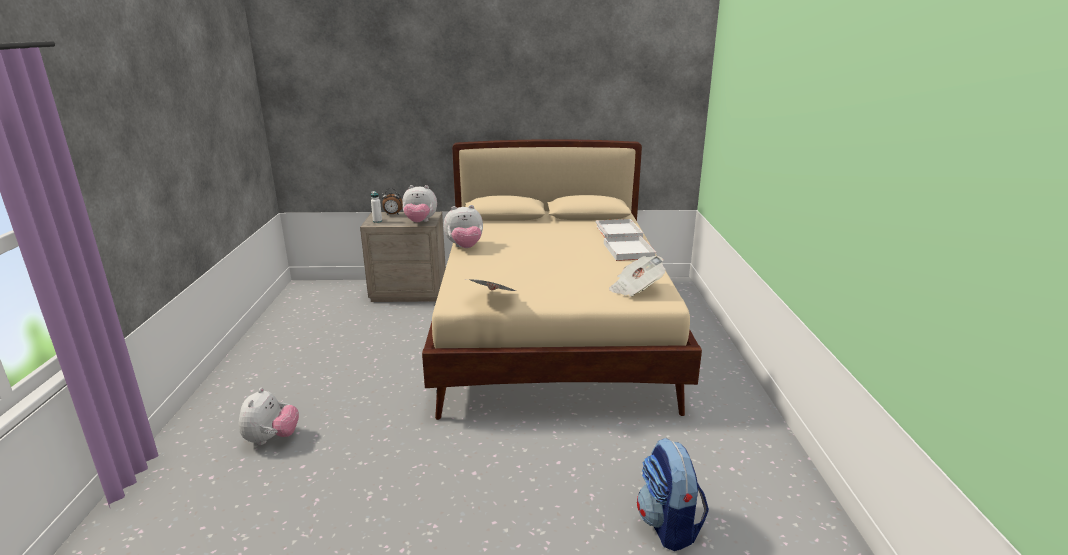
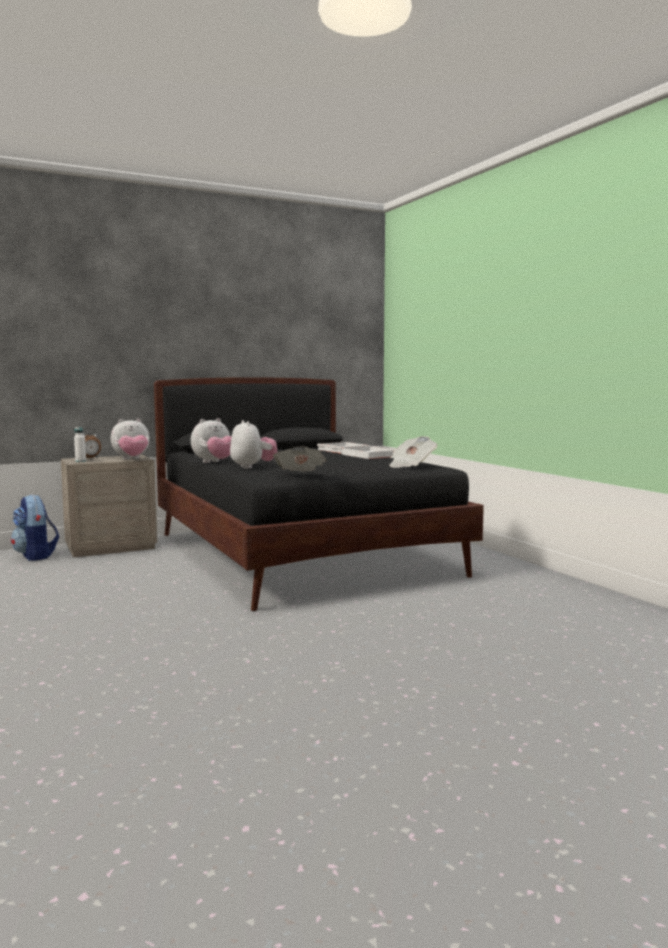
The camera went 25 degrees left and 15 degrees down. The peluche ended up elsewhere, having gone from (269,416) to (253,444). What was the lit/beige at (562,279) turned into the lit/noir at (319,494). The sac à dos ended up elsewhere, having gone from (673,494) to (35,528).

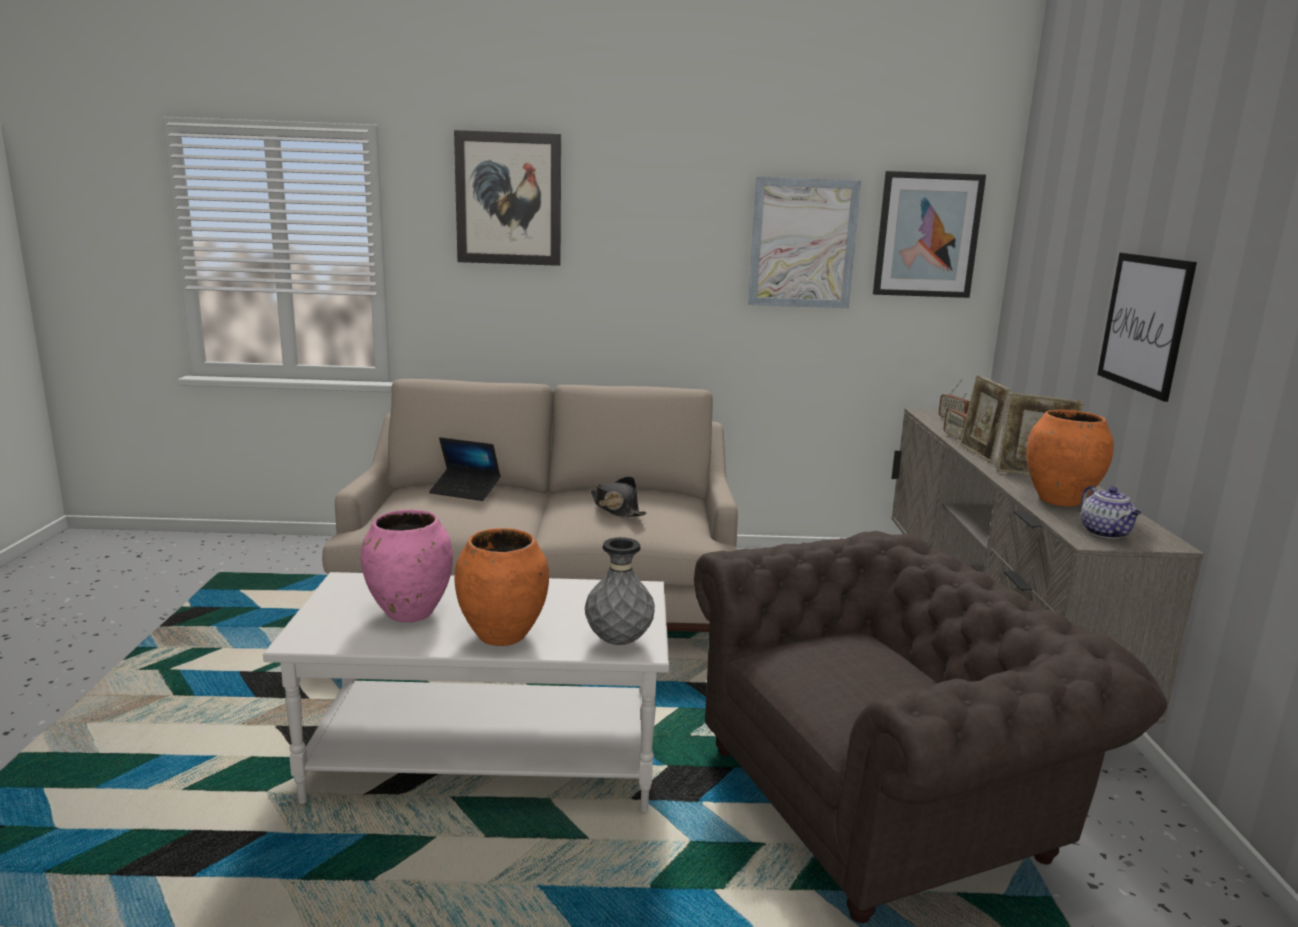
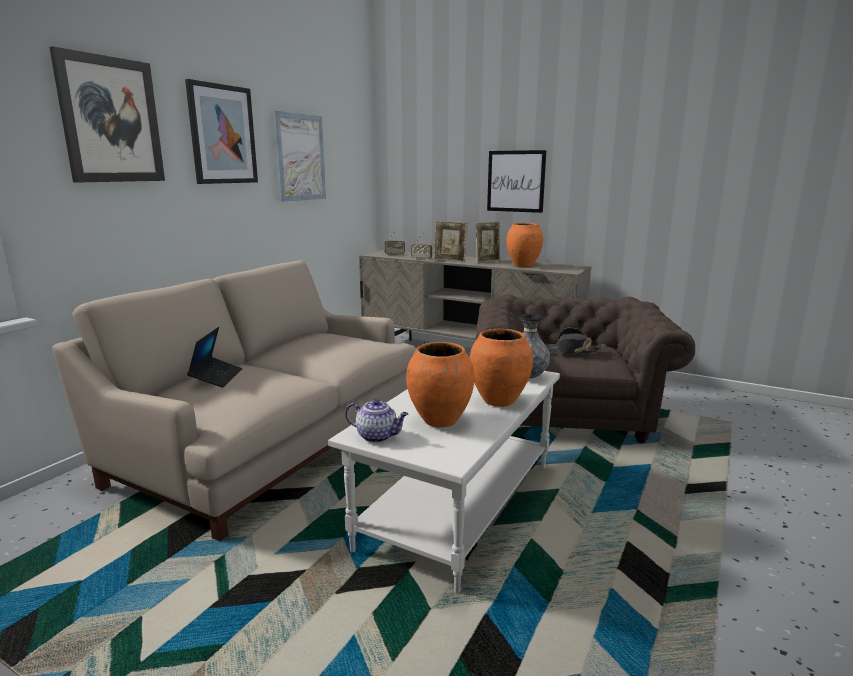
The camera went 60 degrees left and 0 degrees up. What was the vase/rose at (407,565) turned into the vase/orange at (440,385). The ordinateur portable at (465,469) ended up facing another way, 45 degrees counterclockwise from before. The chapeau/noir ended up elsewhere, having gone from (618,497) to (577,341). The tableau ended up elsewhere, having gone from (929,234) to (221,131). The théière ended up elsewhere, having gone from (1111,512) to (376,421).

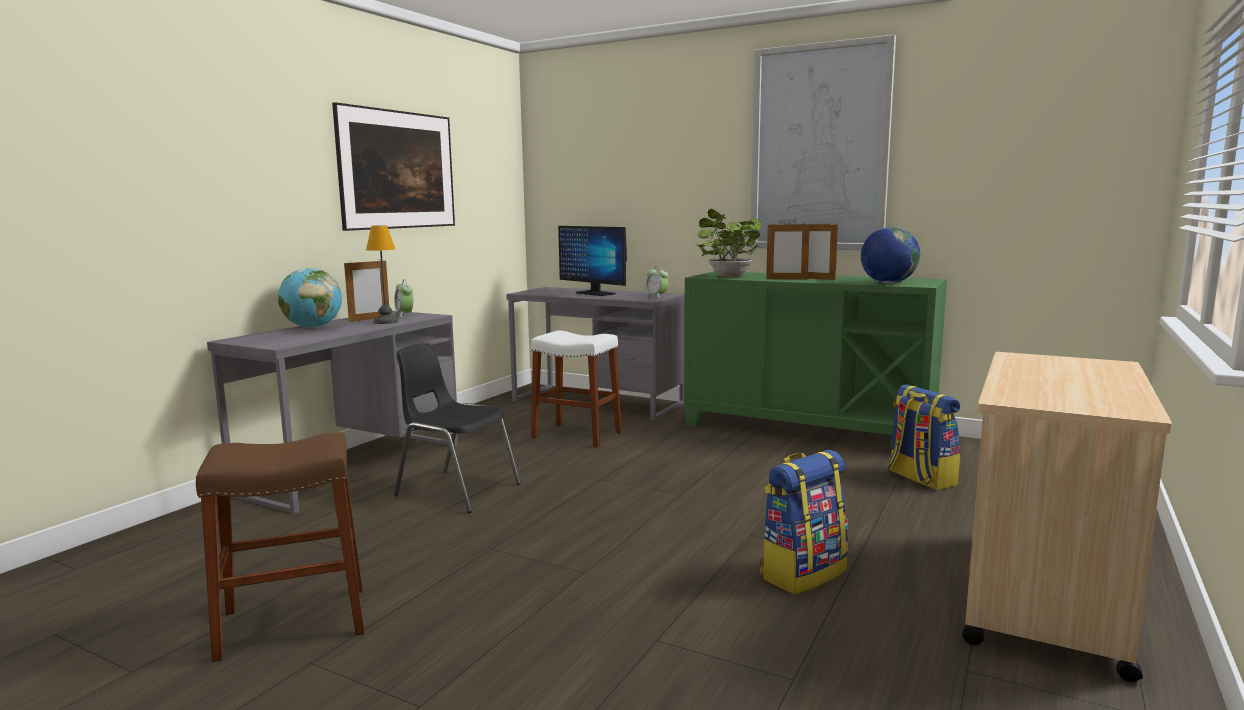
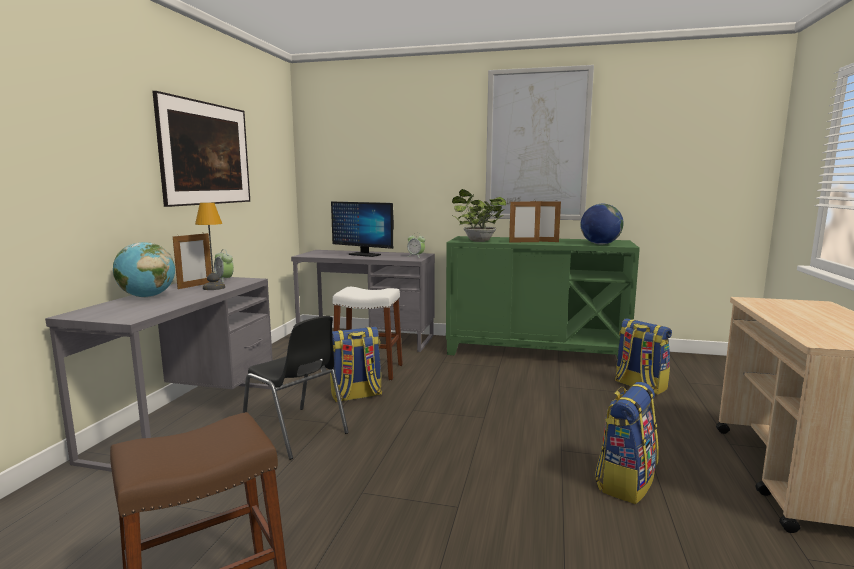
The camera went 15 degrees left and 0 degrees up. The chaise/noir at (457,428) ended up facing another way, 150 degrees counterclockwise from before. The second view gained the sac à dos at (356,364).

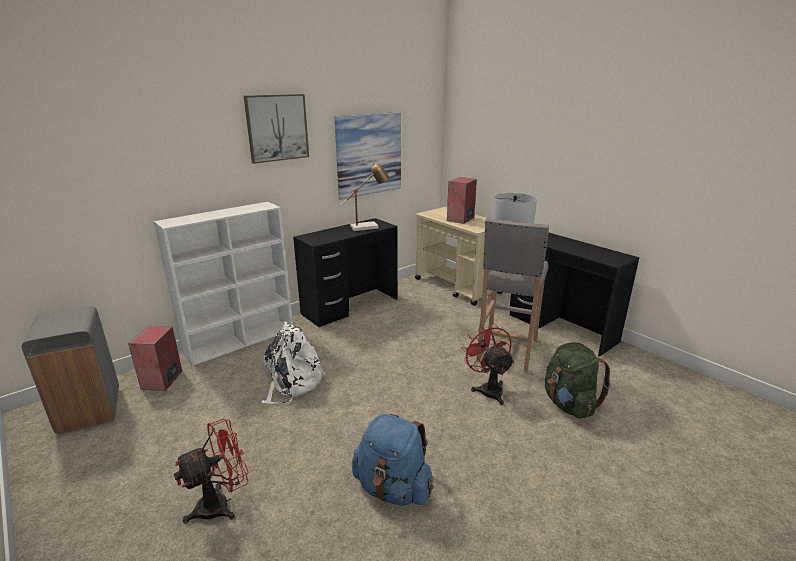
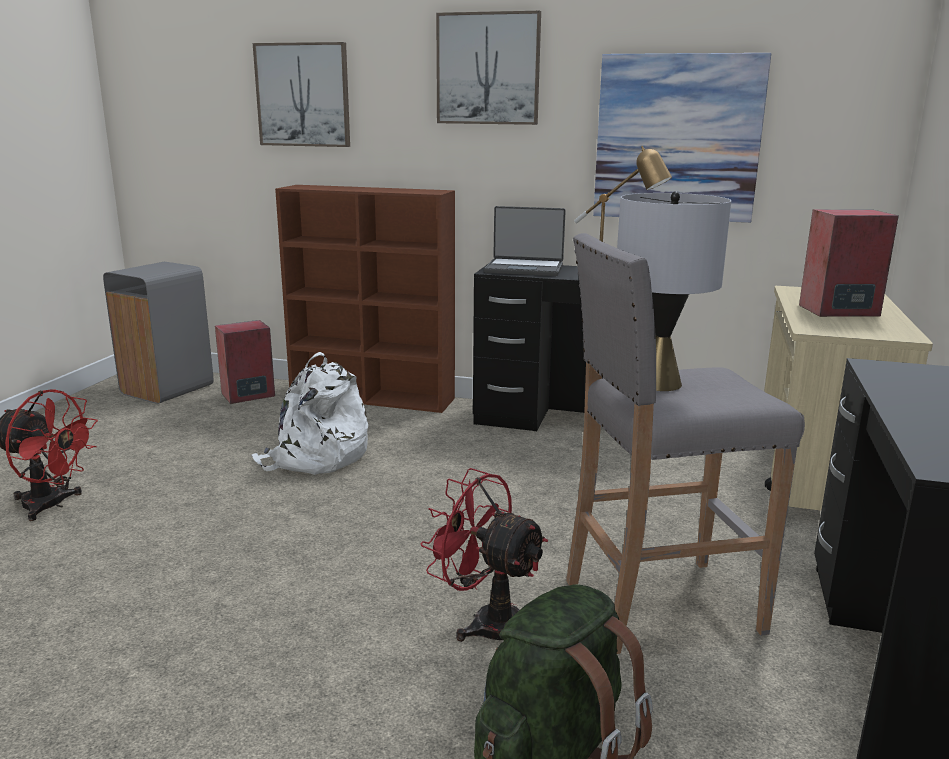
The camera went 55 degrees right and 5 degrees down. What was the bibliothèque/blanc at (223,284) turned into the bibliothèque/marron at (365,299). The second view lost the sac à dos/bleu at (393,460). The ventilateur/rouge at (488,364) ended up facing another way, 90 degrees counterclockwise from before. The second view gained the tableau at (301,94). The second view gained the ordinateur portable at (525,241).

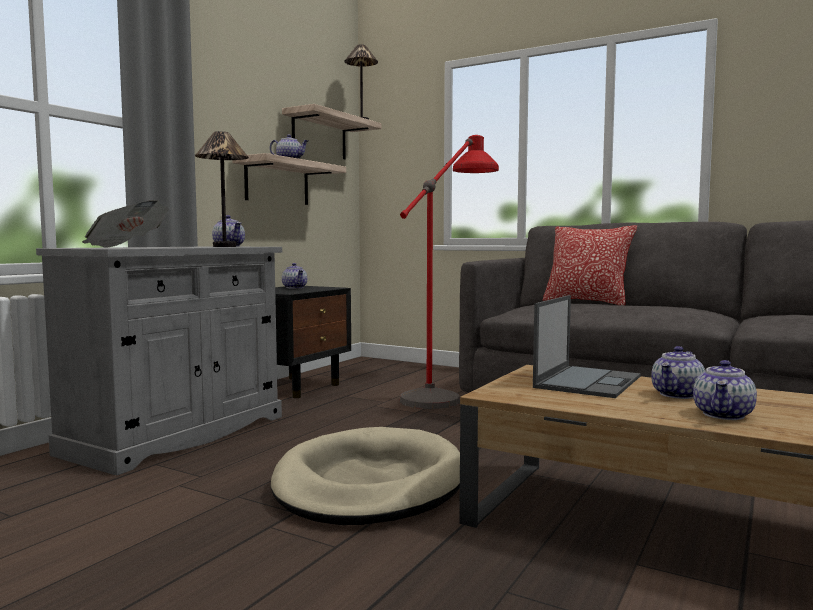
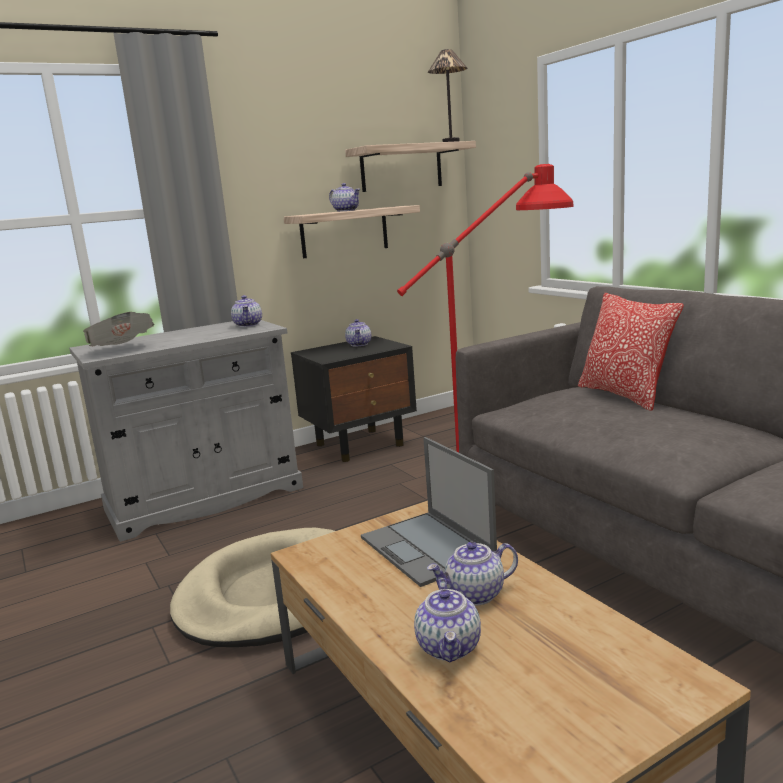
The camera went 30 degrees right and 10 degrees up. The second view lost the lampe de table at (222,189). The ordinateur portable at (587,346) ended up facing another way, 90 degrees clockwise from before. The théière at (725,390) ended up facing another way, 60 degrees counterclockwise from before.

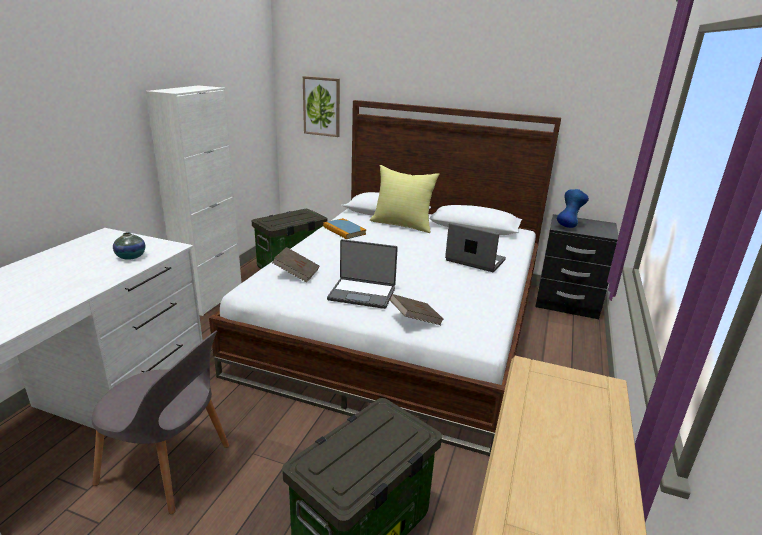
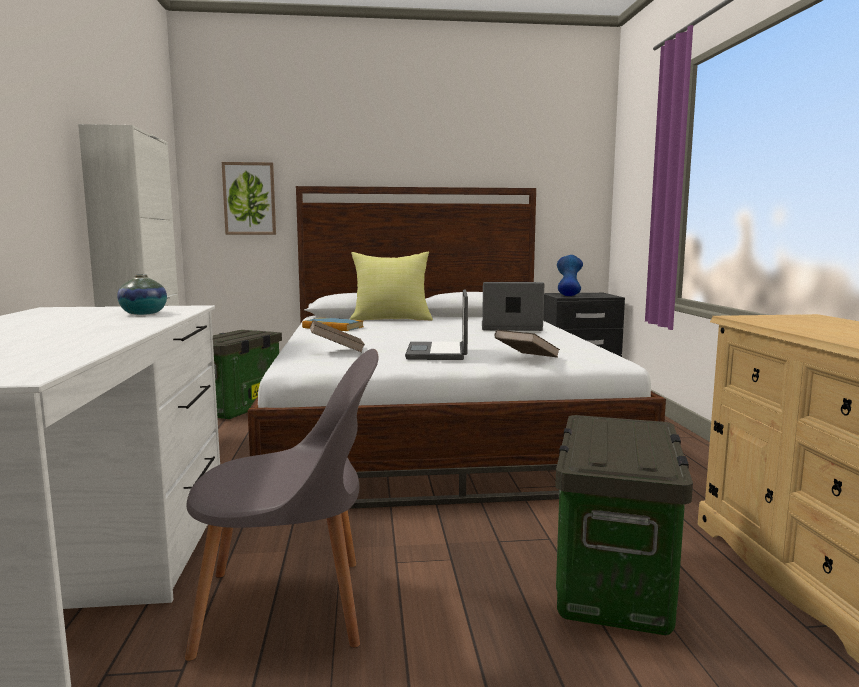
The camera went 25 degrees left and 15 degrees down. The ordinateur portable at (362,274) ended up facing another way, 105 degrees clockwise from before.

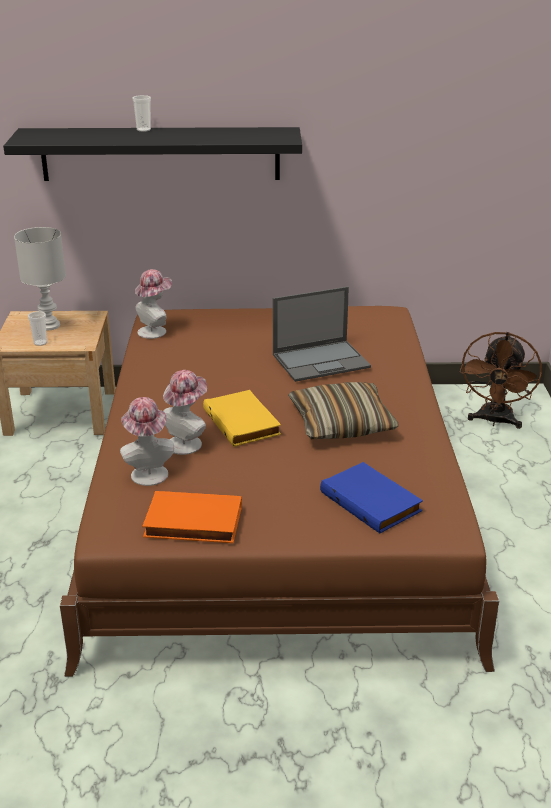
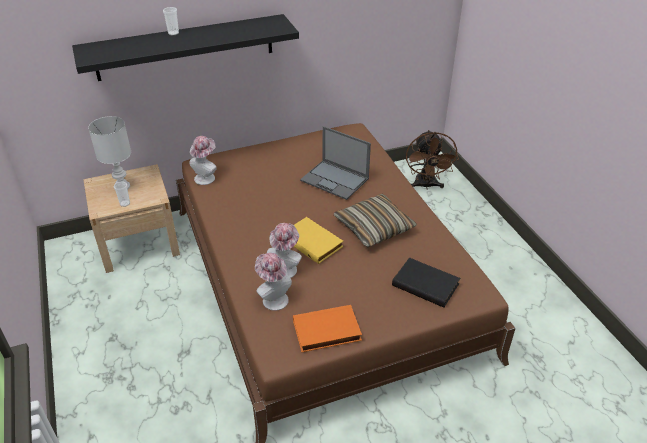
The camera went 20 degrees left and 10 degrees up. The ordinateur portable at (322,334) ended up facing another way, 75 degrees clockwise from before. What was the livre/bleu at (371,497) turned into the livre/noir at (426,282).

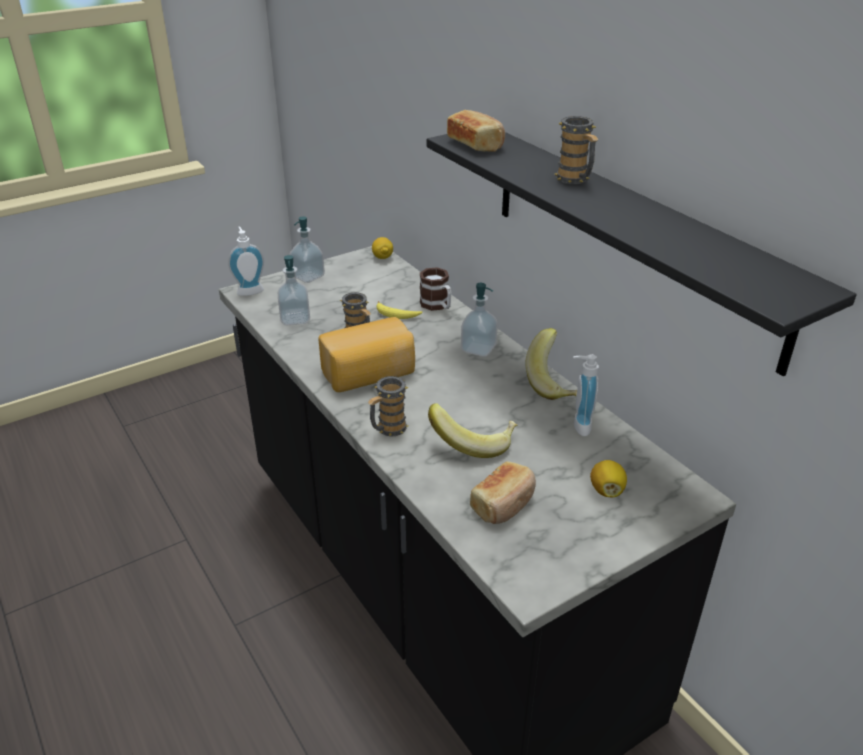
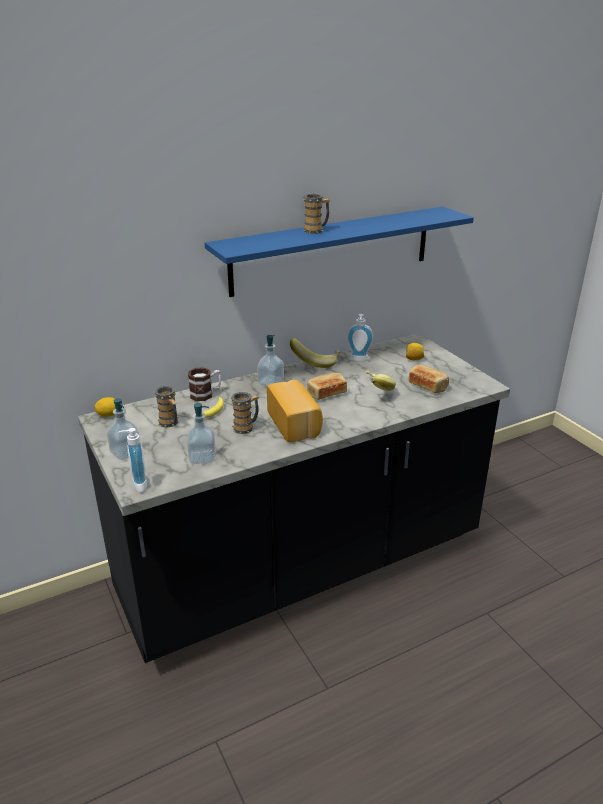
The camera went 85 degrees left and 5 degrees down. The mug ended up elsewhere, having gone from (387,406) to (166,406). What was the étagère/noir at (642,254) turned into the étagère/bleu at (339,251). The pain ended up elsewhere, having gone from (476,131) to (327,386).

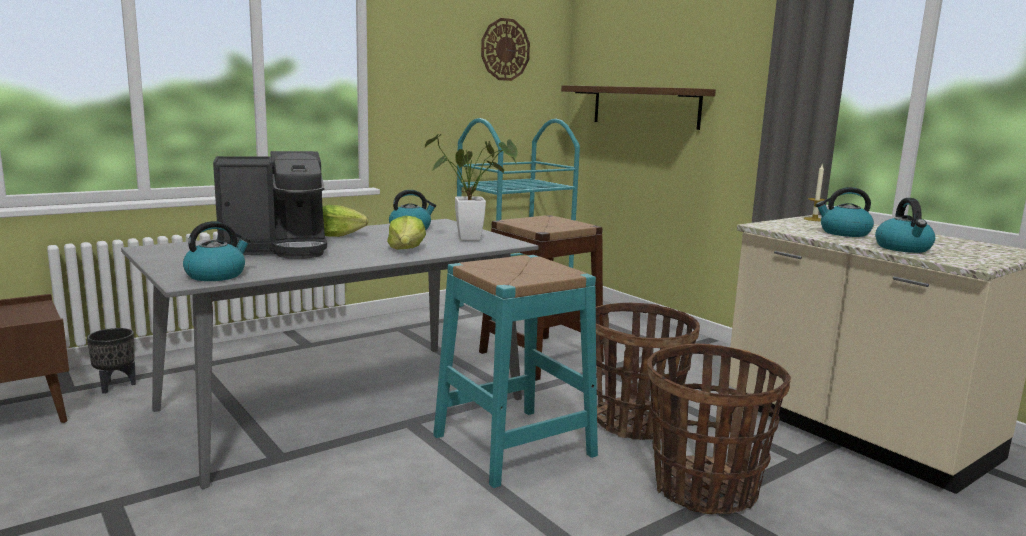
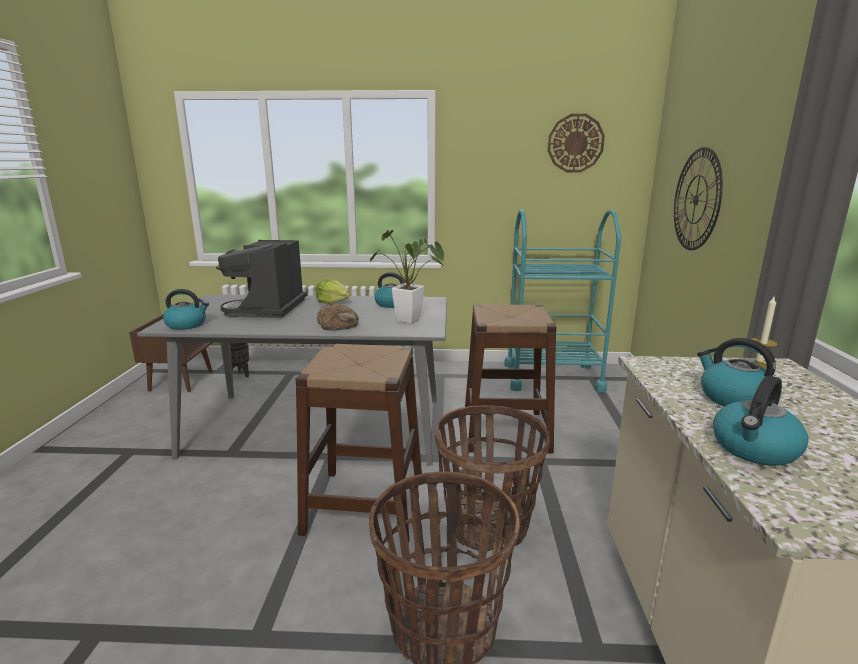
The camera went 40 degrees right and 5 degrees up. The machine à café at (270,205) ended up facing another way, 75 degrees clockwise from before. Where the laitue stood at (406,233), the pain came to stand at (338,316). What was the tabouret/turquoise at (515,371) turned into the tabouret/marron at (358,444). Where the étagère hung at (638,107), the horloge murale came to hang at (698,198).

